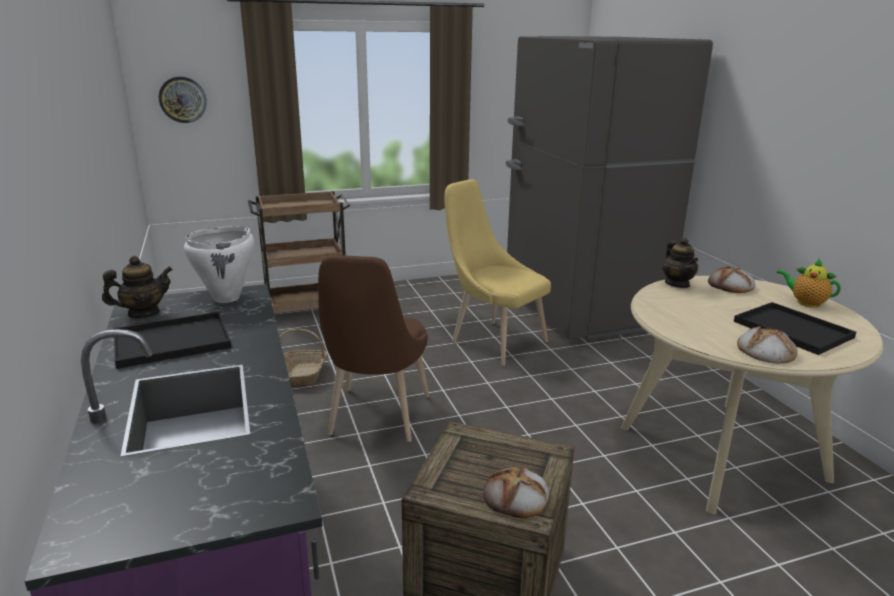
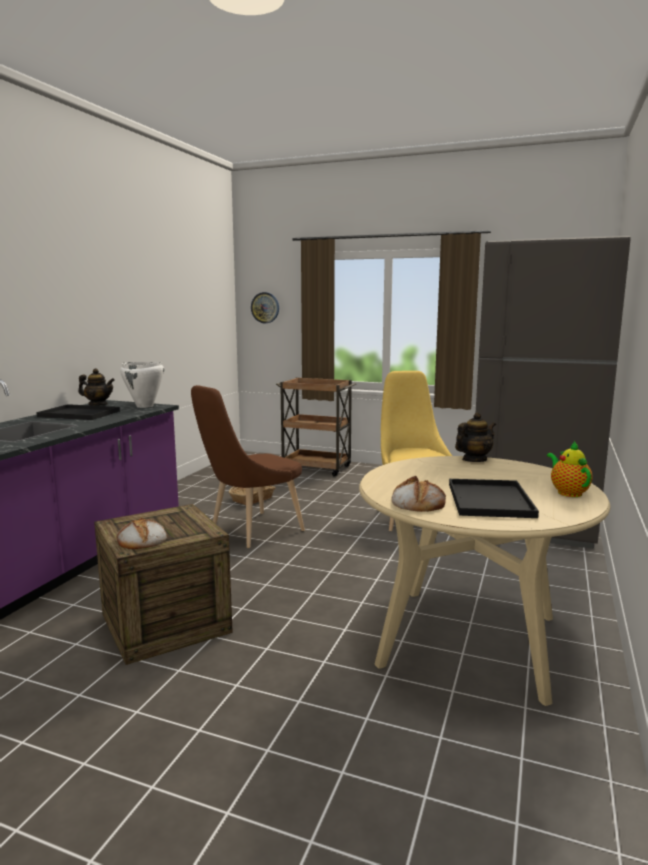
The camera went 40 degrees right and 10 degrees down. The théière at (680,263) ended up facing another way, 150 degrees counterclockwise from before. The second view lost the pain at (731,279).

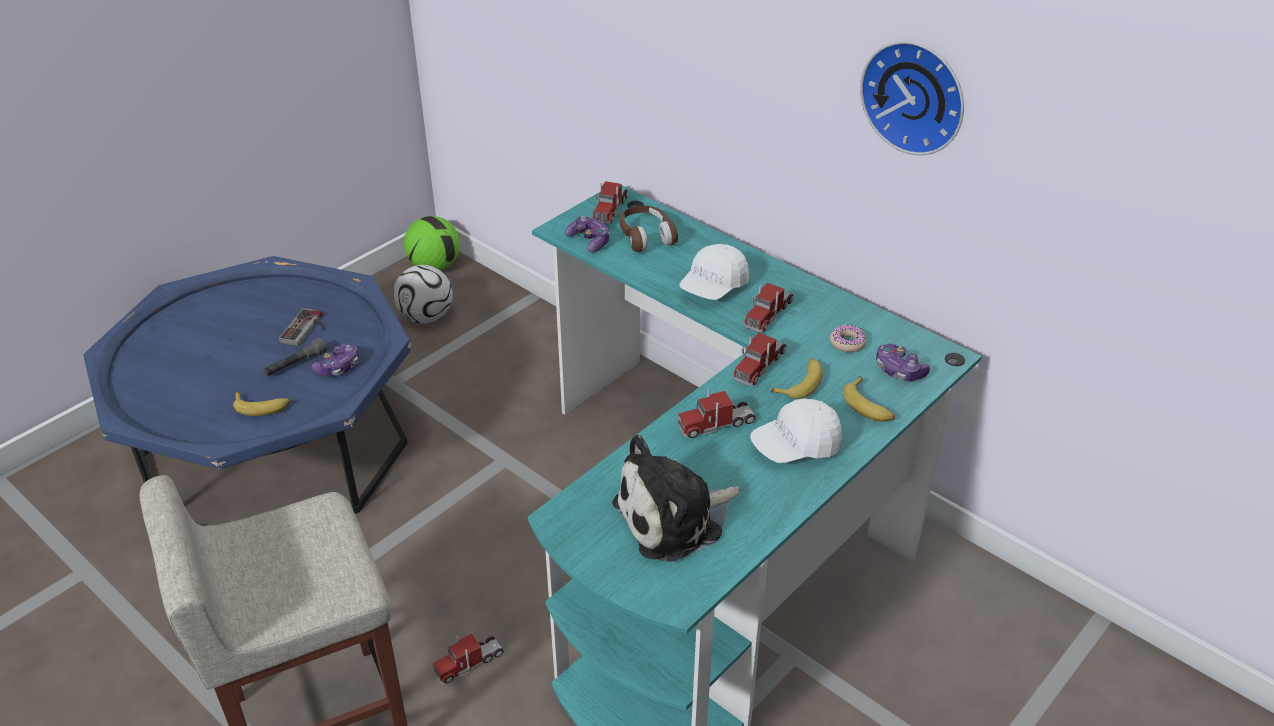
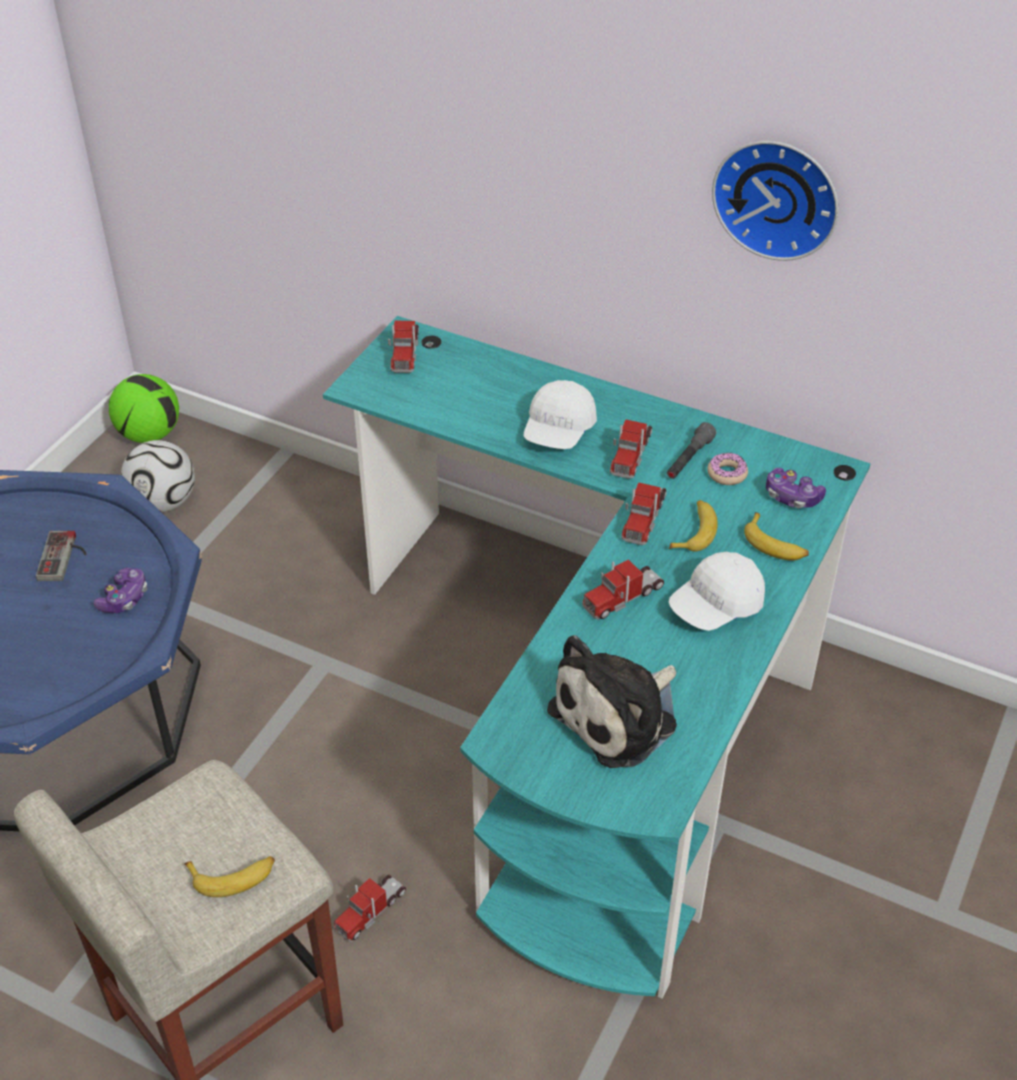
The camera went 15 degrees left and 5 degrees up. The banane ended up elsewhere, having gone from (262,404) to (229,876). The lampe de poche/gris ended up elsewhere, having gone from (295,357) to (691,450). The second view lost the manette at (587,234). The second view lost the casque audio/marron at (649,229).

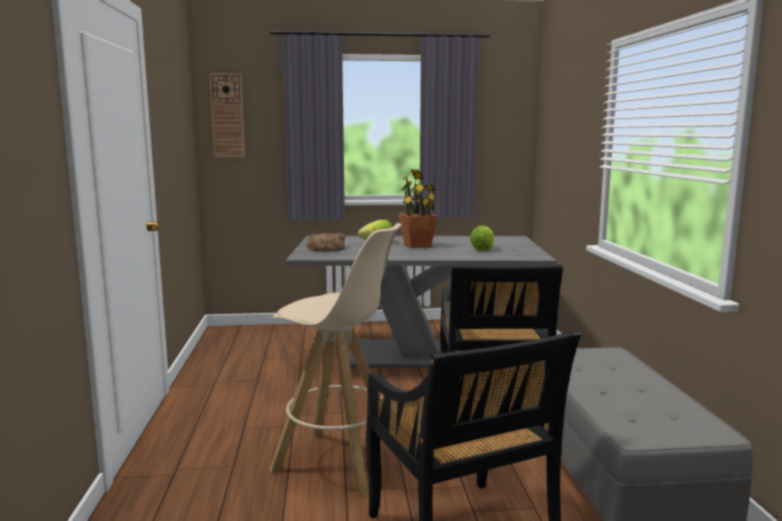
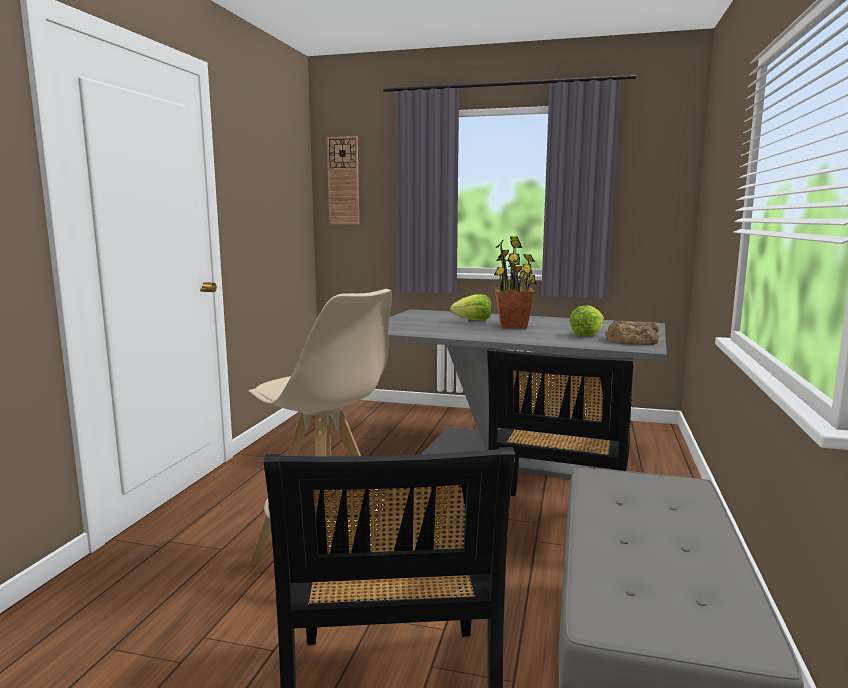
The camera went 20 degrees right and 0 degrees up. The pain ended up elsewhere, having gone from (326,242) to (632,333).

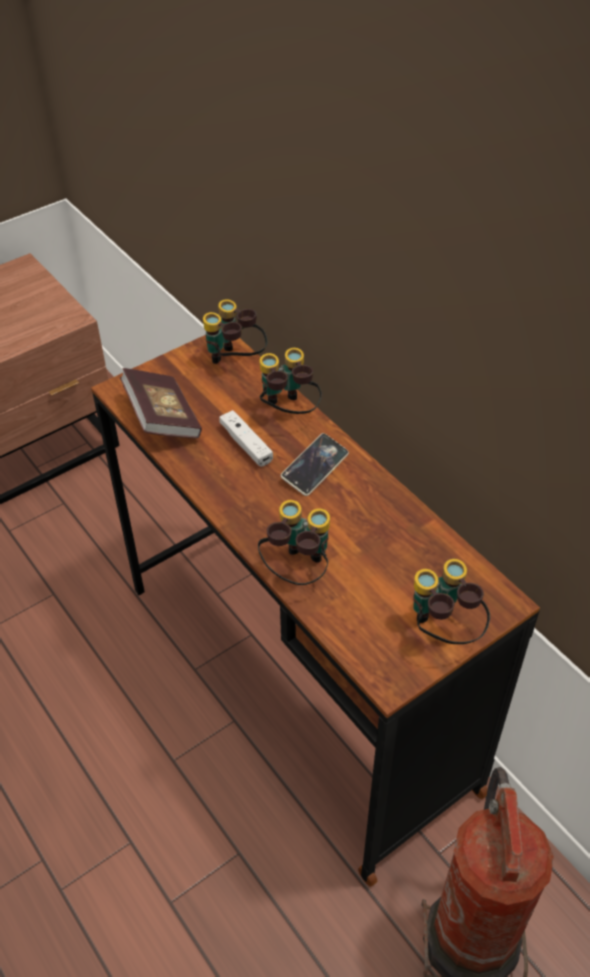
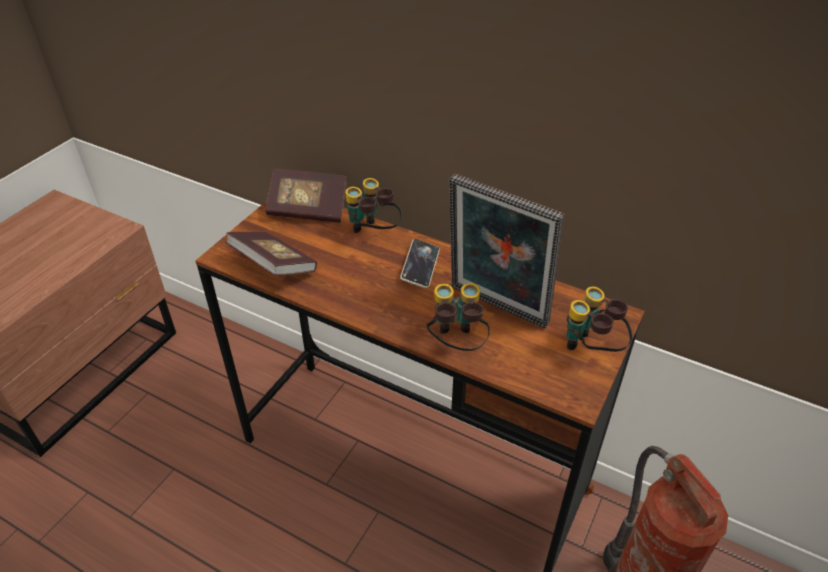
The camera went 25 degrees left and 5 degrees down. Where the jumelles stood at (235,331), the livre came to stand at (306,196). The second view lost the manette/blanc at (246,438). The second view gained the cadre photo at (506,251).

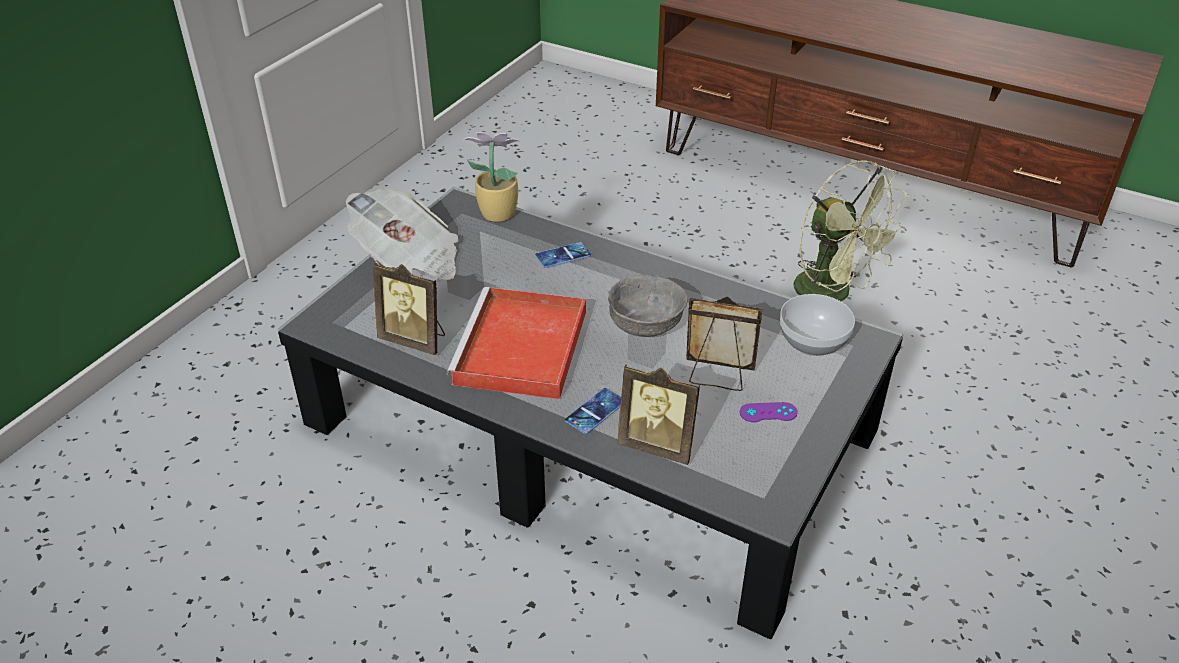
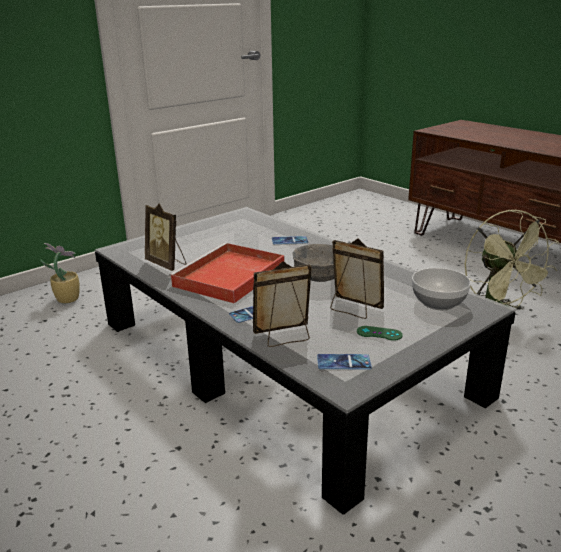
The camera went 20 degrees right and 15 degrees down. The second view lost the journal at (402,234). The plante en pot ended up elsewhere, having gone from (492,177) to (60,273). The cadre photo at (658,415) ended up facing another way, 120 degrees clockwise from before. What was the manette/violet at (768,412) turned into the manette/vert at (380,333). The second view gained the téléphone at (344,362).

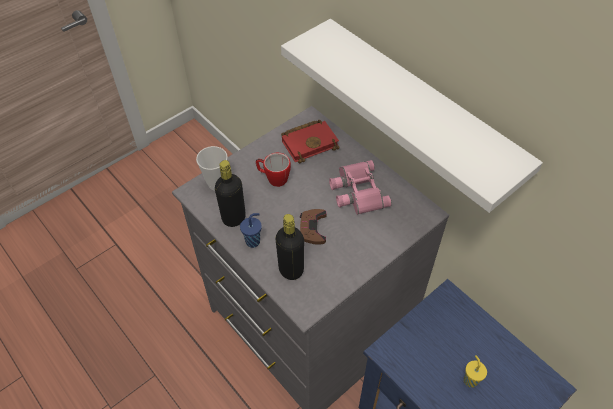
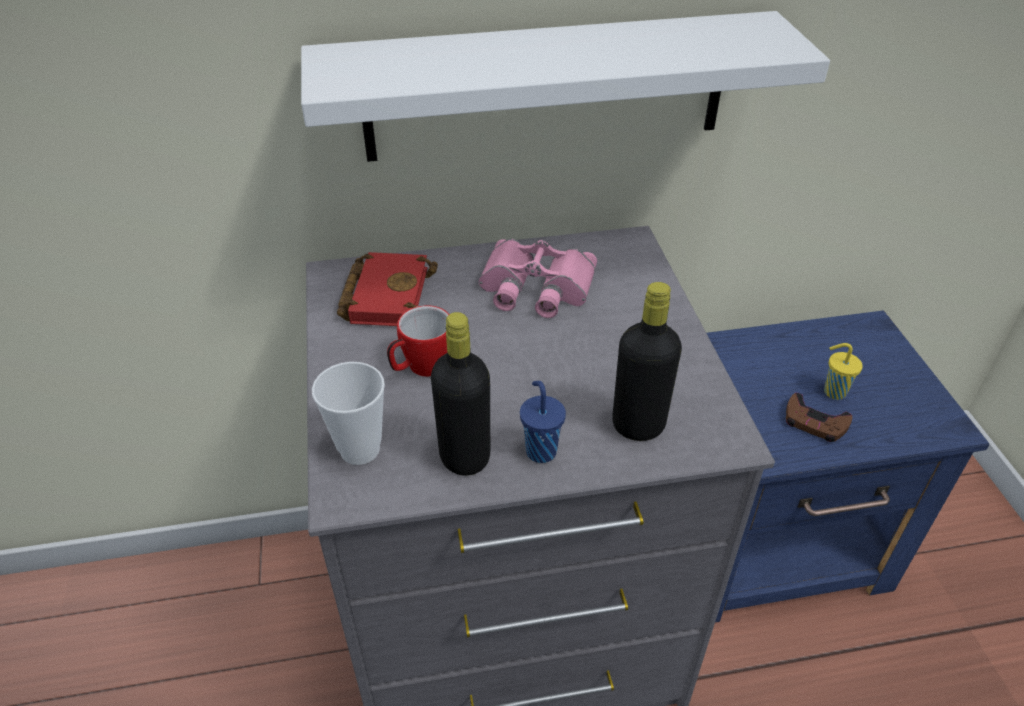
The camera went 60 degrees left and 10 degrees down. The manette/marron ended up elsewhere, having gone from (313,227) to (819,417).

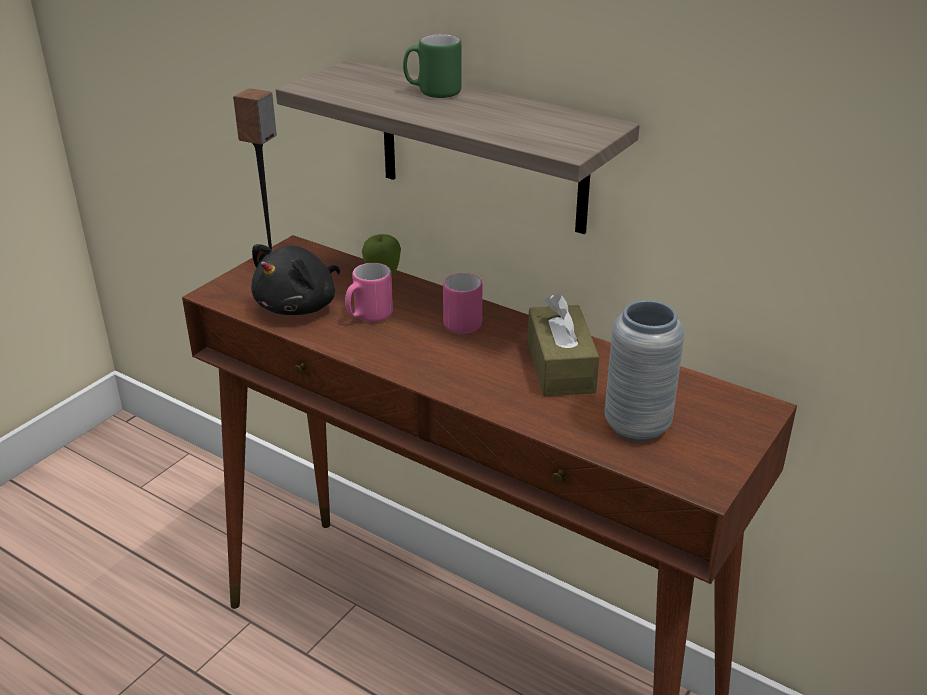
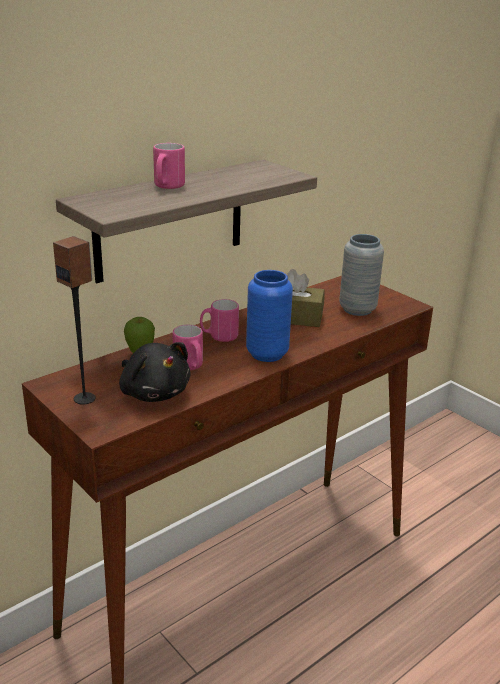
The camera went 75 degrees left and 5 degrees down. What was the mug/vert at (432,66) turned into the mug/rose at (169,166). The second view gained the vase/bleu at (269,316).

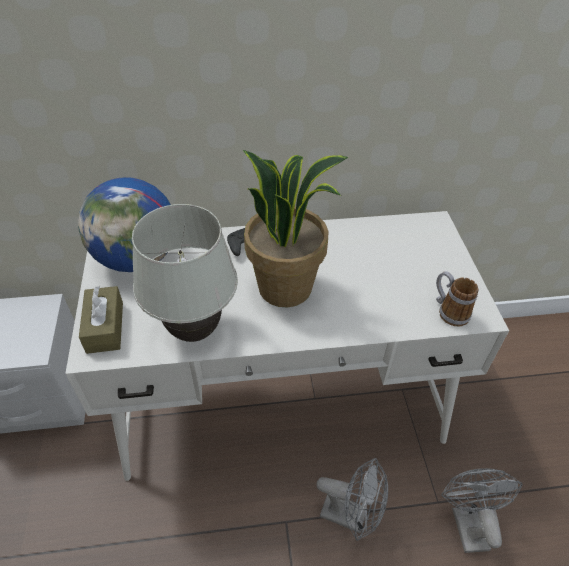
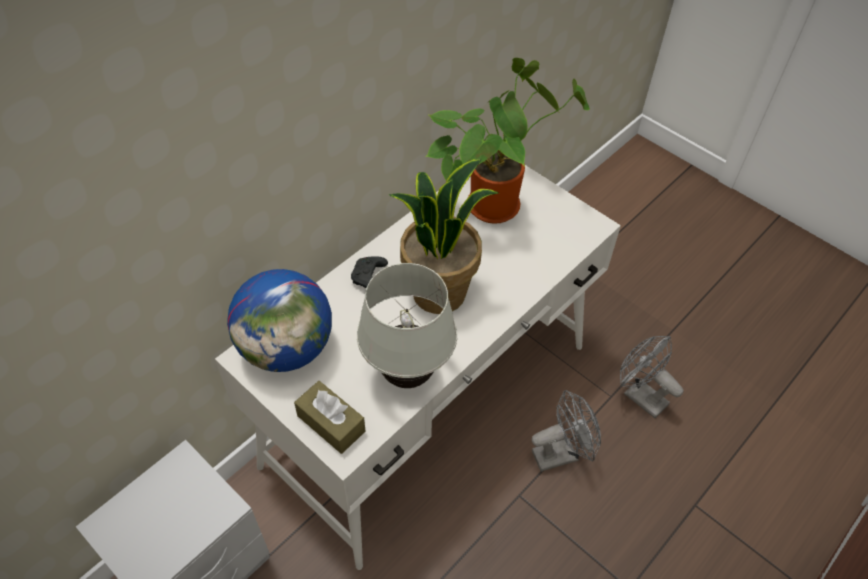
The camera went 40 degrees left and 5 degrees up. The second view lost the mug at (457,299). The second view gained the plante en pot at (507,141).

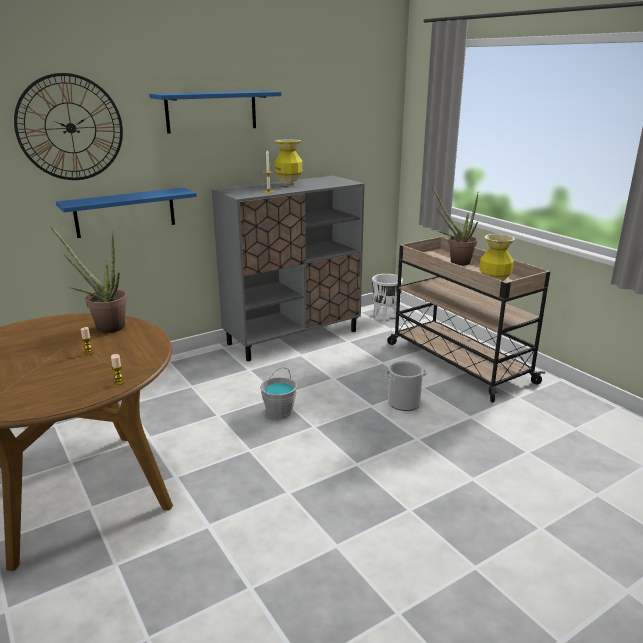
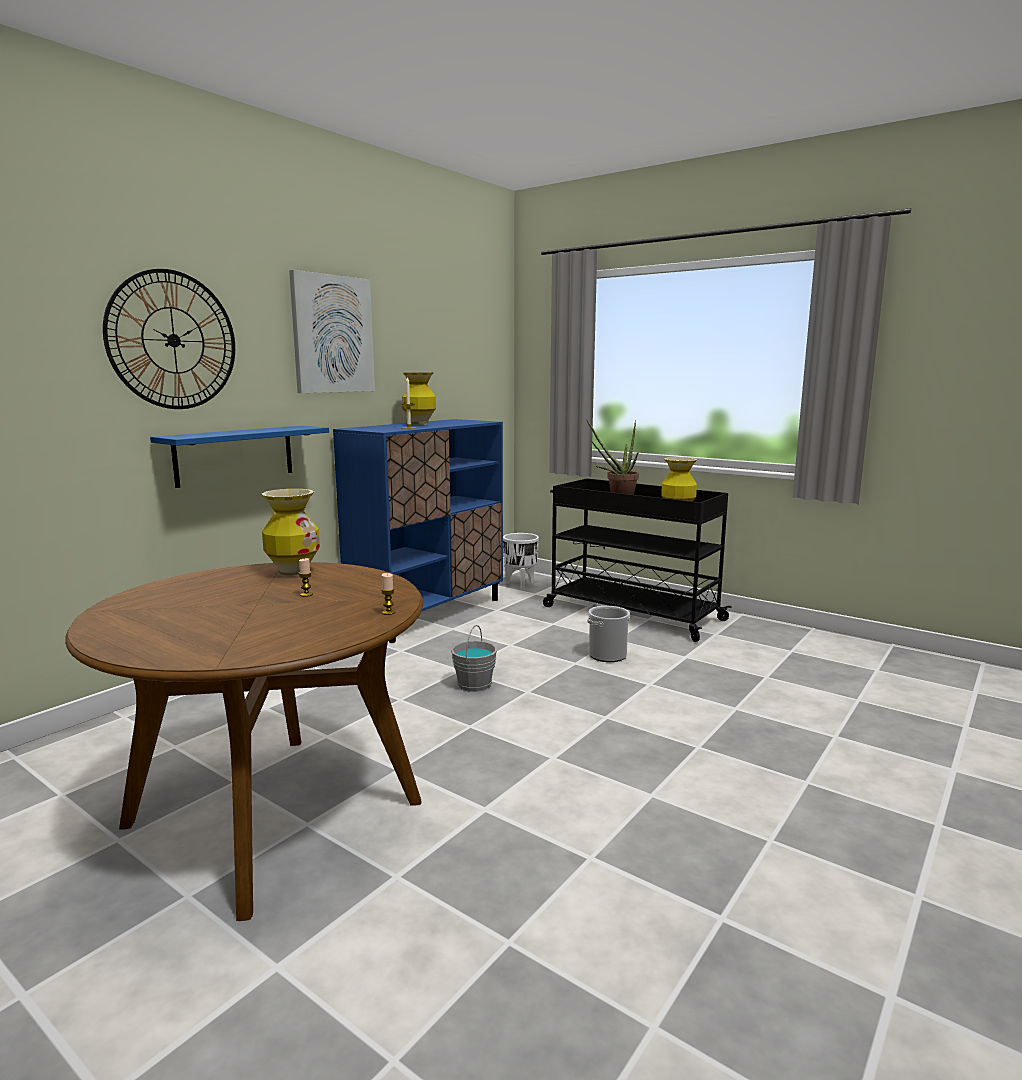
The camera went 20 degrees left and 10 degrees down. Where the plante en pot stood at (89,279), the vase came to stand at (291,533). Where the étagère/bleu hung at (215,112), the tableau came to hang at (332,331). What was the meuble de rangement/gris at (288,268) turned into the meuble de rangement/bleu at (418,531). What was the chariot/beige at (468,319) turned into the chariot/noir at (637,560).

